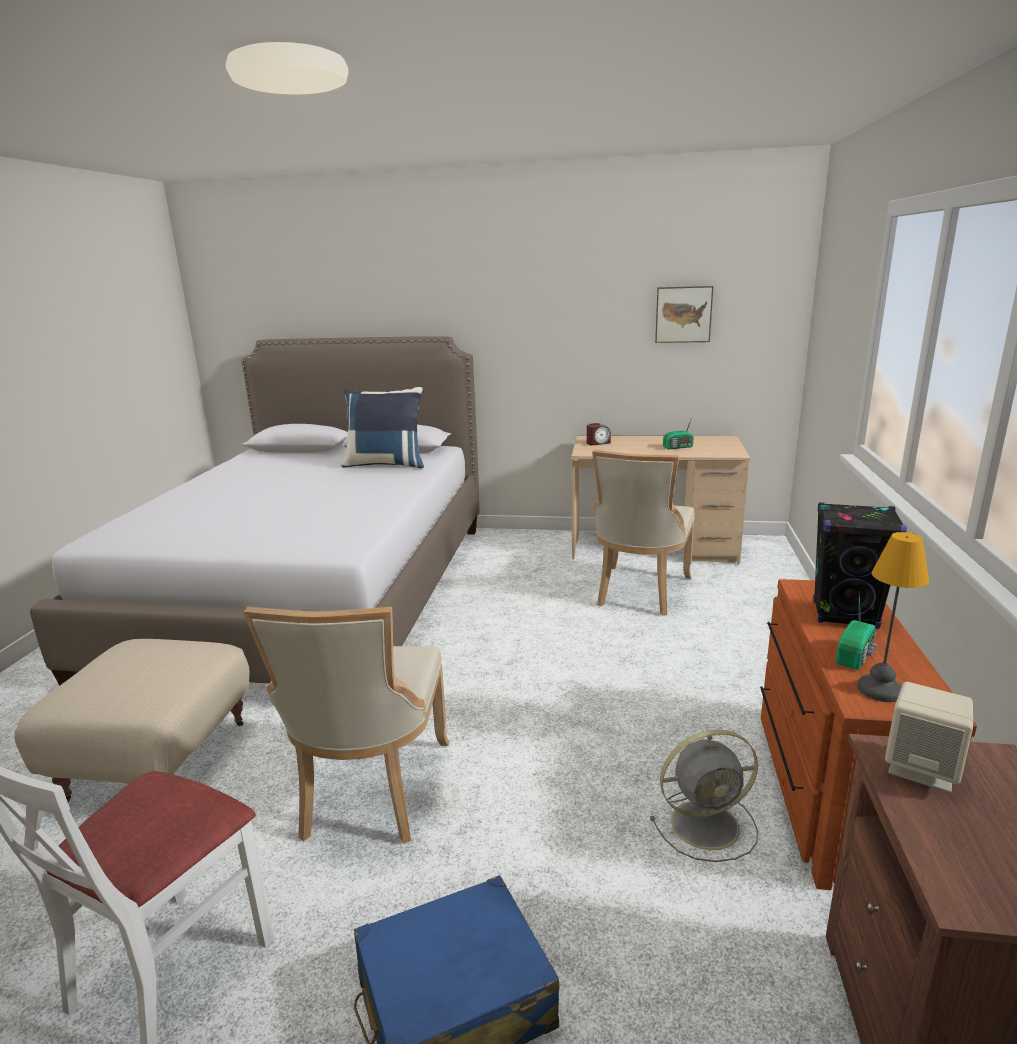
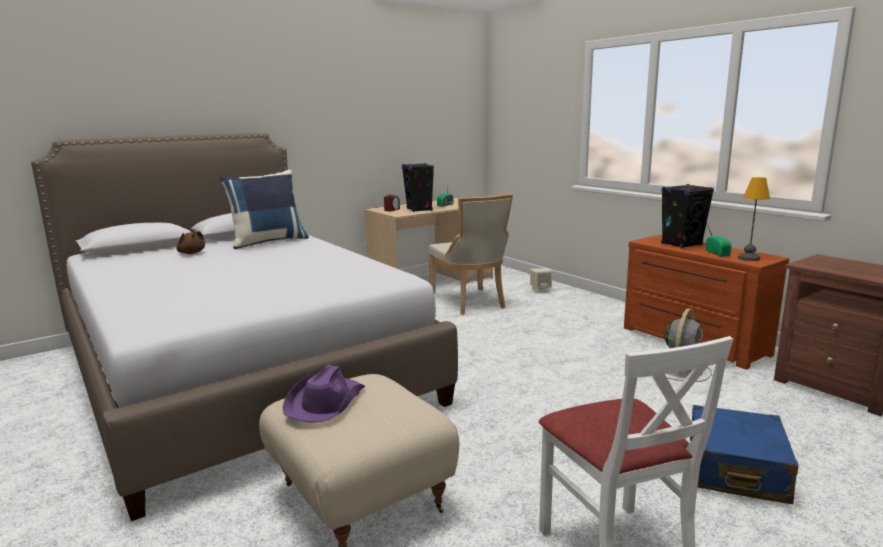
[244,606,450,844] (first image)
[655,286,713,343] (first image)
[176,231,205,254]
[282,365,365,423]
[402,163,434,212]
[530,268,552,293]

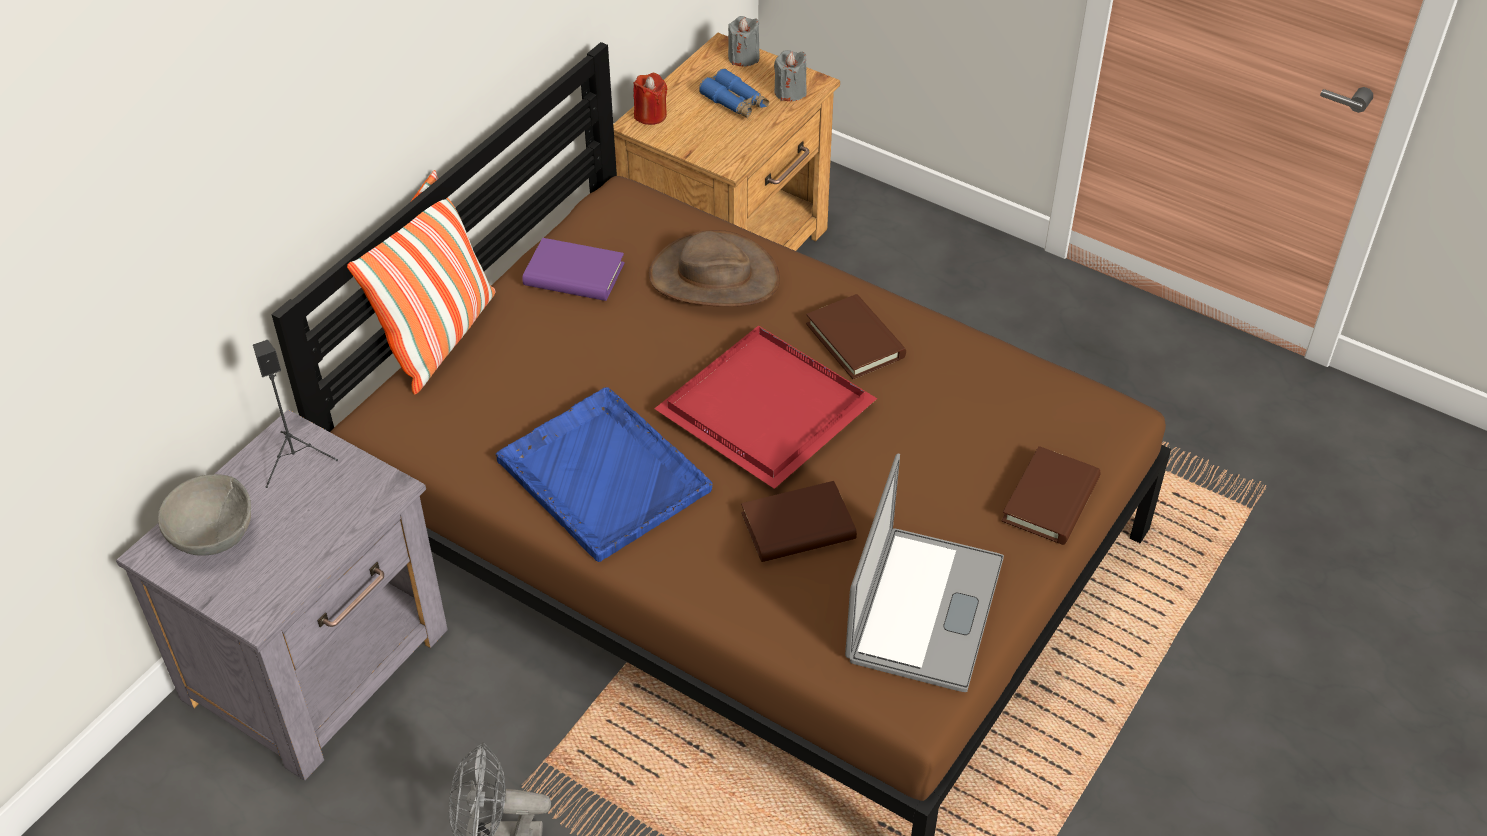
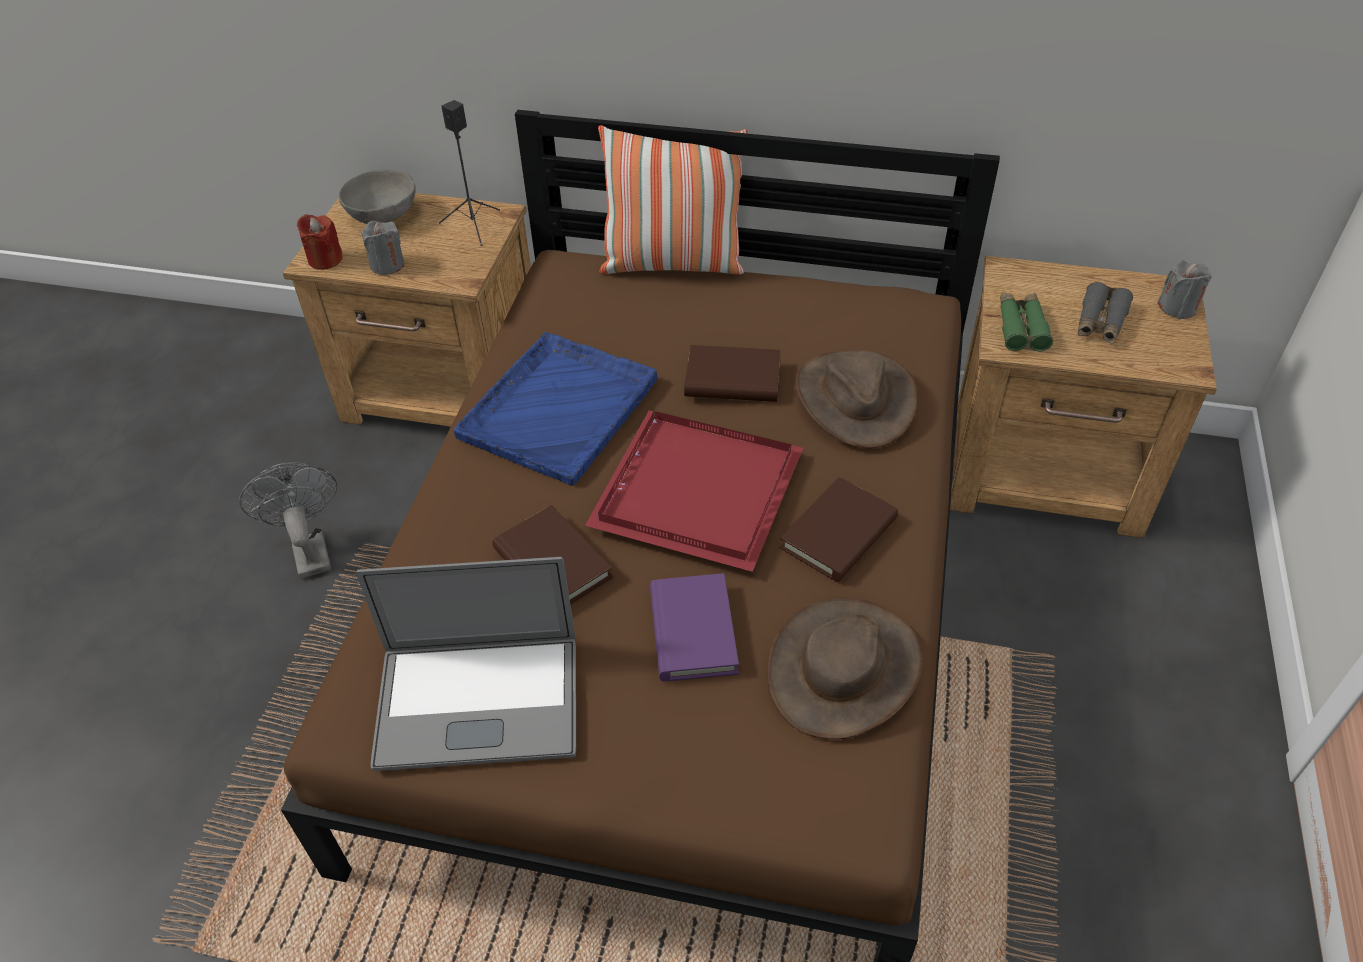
[767,598,923,739]
[1000,292,1053,351]
[650,573,739,682]
[297,214,342,270]
[361,221,404,276]
[684,345,781,402]
[283,193,531,427]
[1078,282,1133,344]

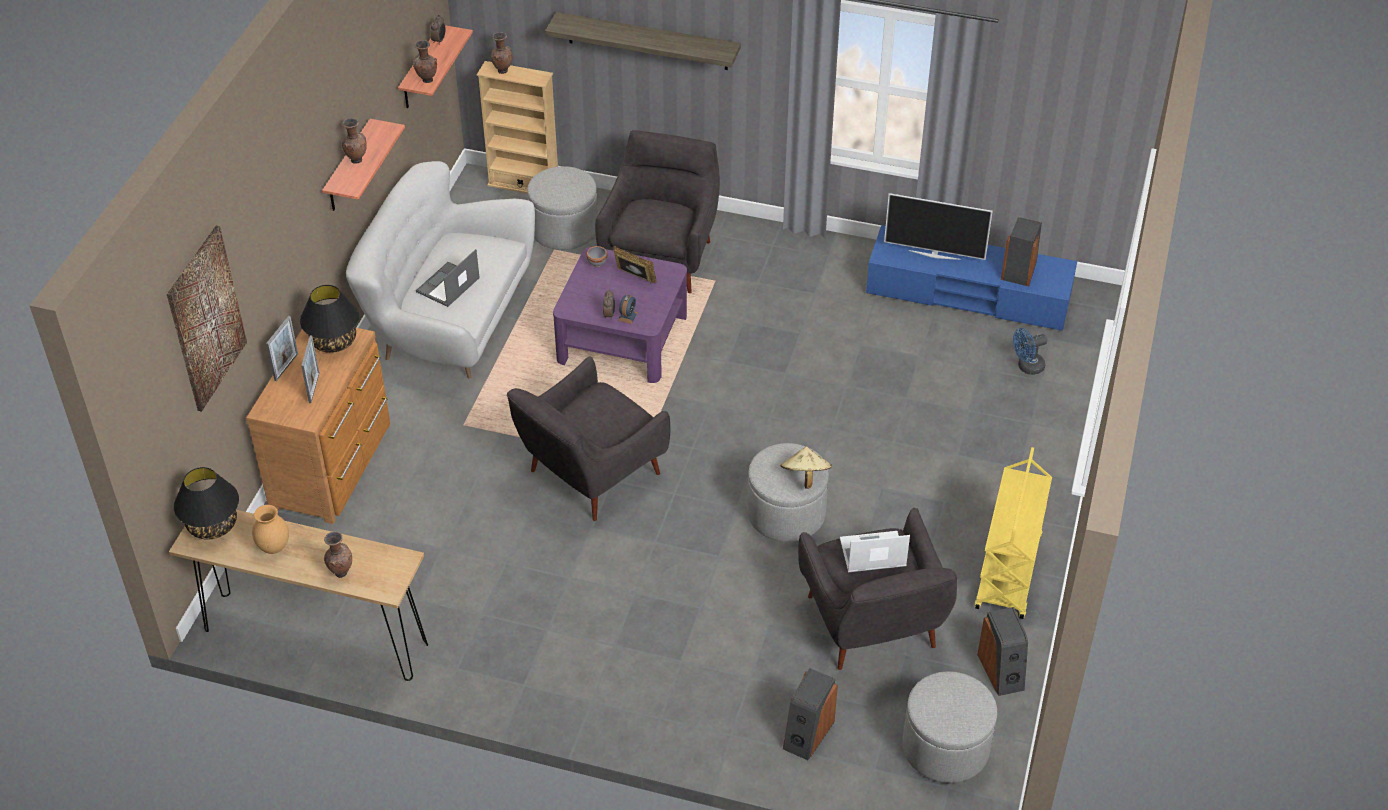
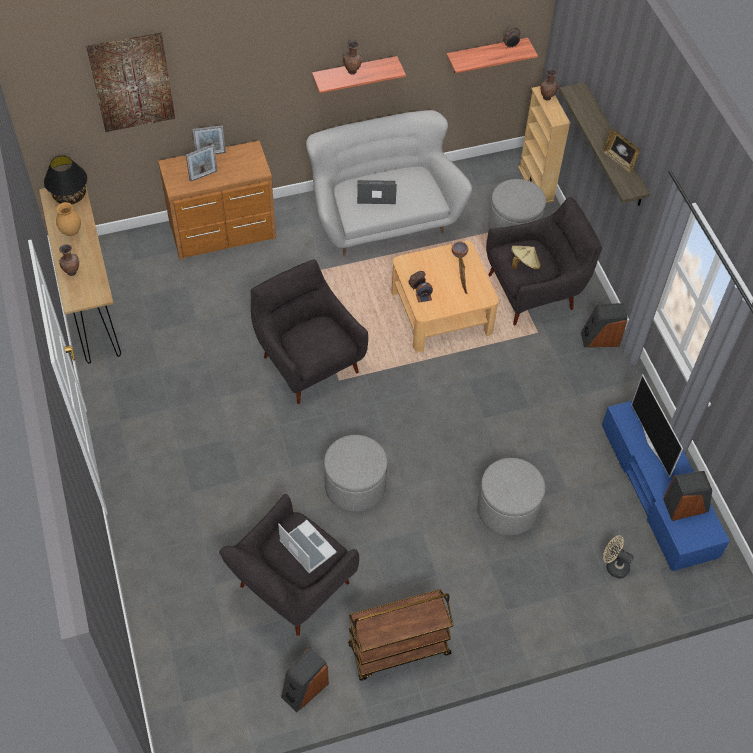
[300,285,359,353] (first image)
[413,40,437,83] (first image)
[603,129,639,174]
[511,245,541,270]
[581,303,628,347]
[477,458,545,536]
[392,241,498,352]
[348,589,454,681]
[603,535,634,579]
[250,259,368,404]

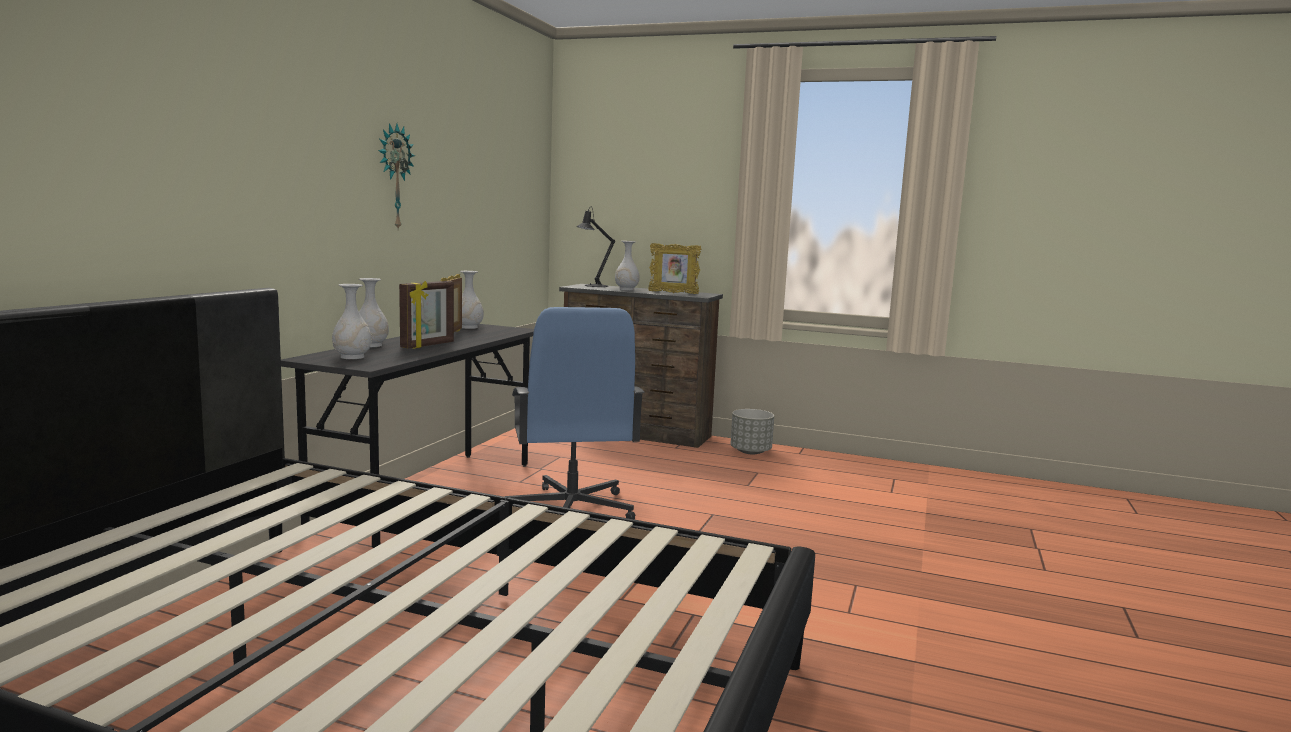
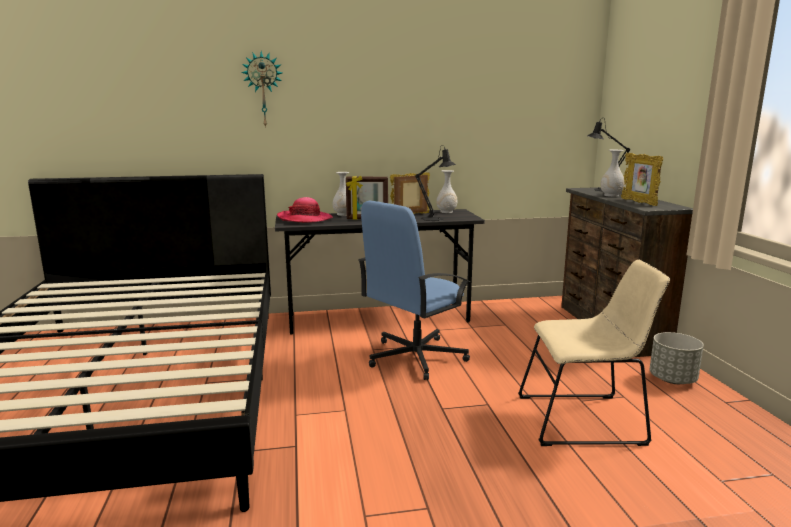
[415,145,456,221]
[518,260,670,446]
[241,51,282,128]
[277,197,333,223]

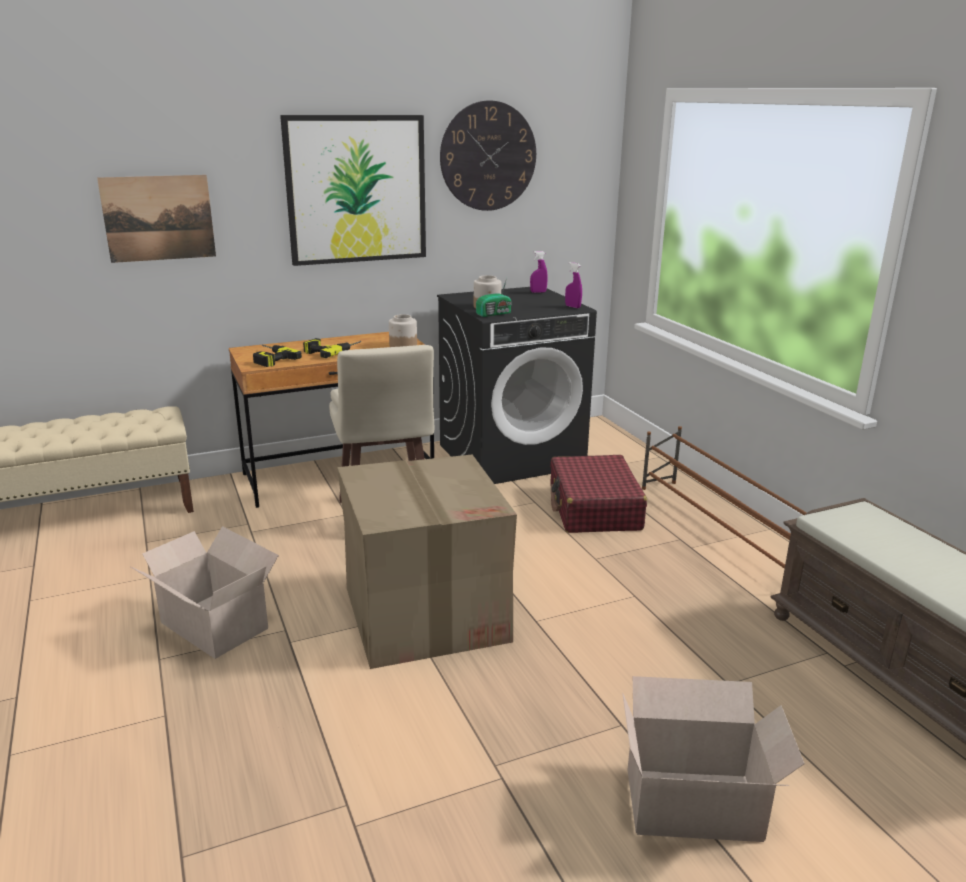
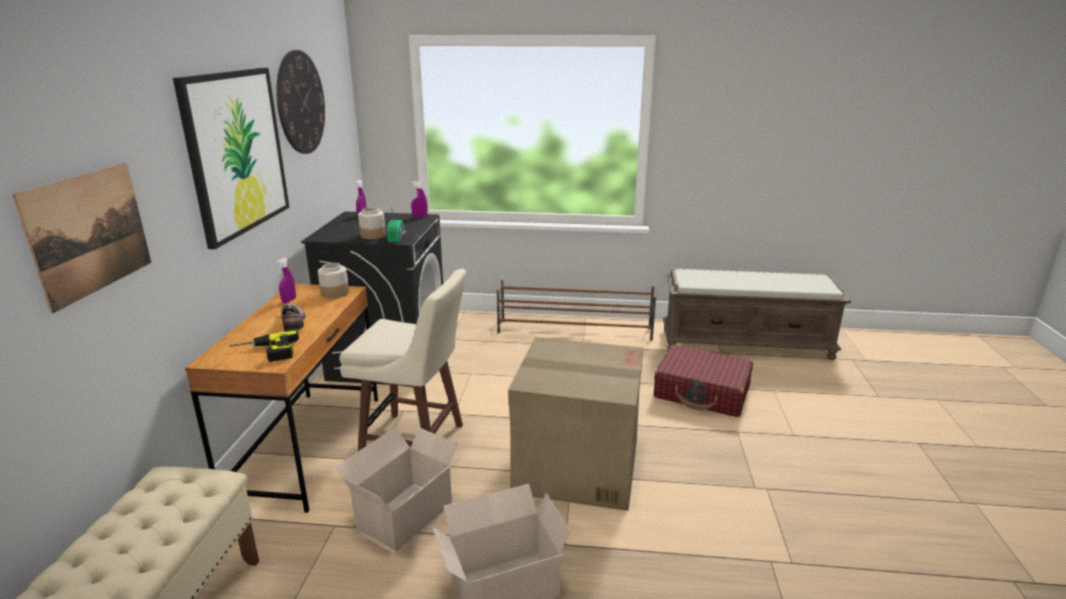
[277,258,296,303]
[654,345,753,417]
[335,427,463,551]
[281,304,305,332]

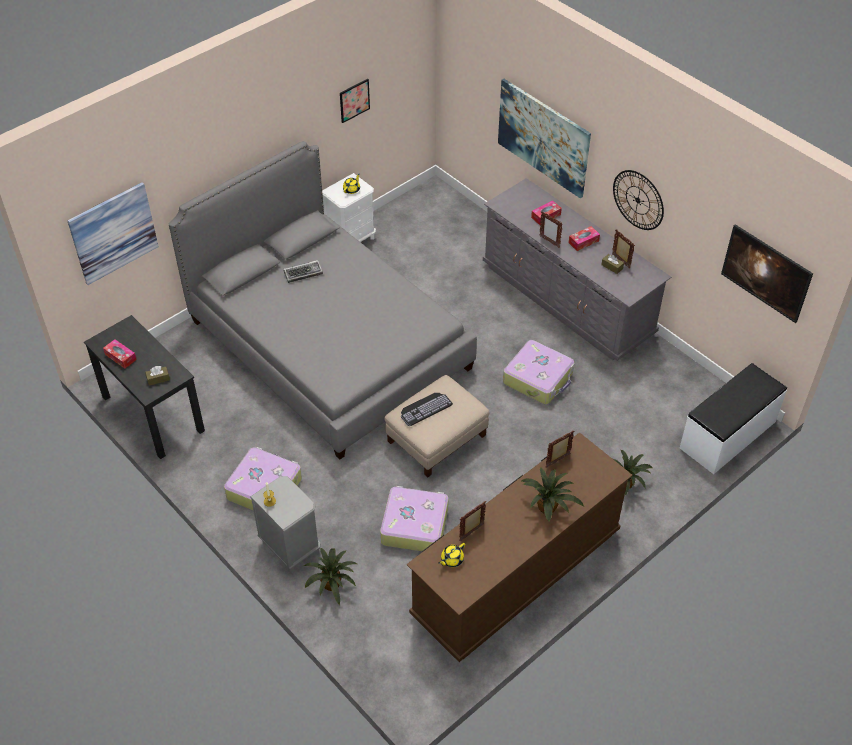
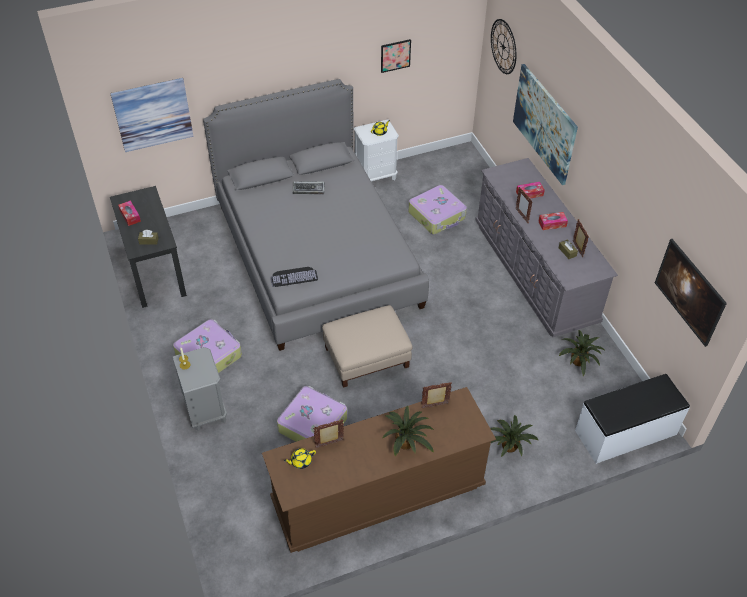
[559,330,604,376]
[271,267,318,287]
[408,185,467,234]
[491,19,516,74]

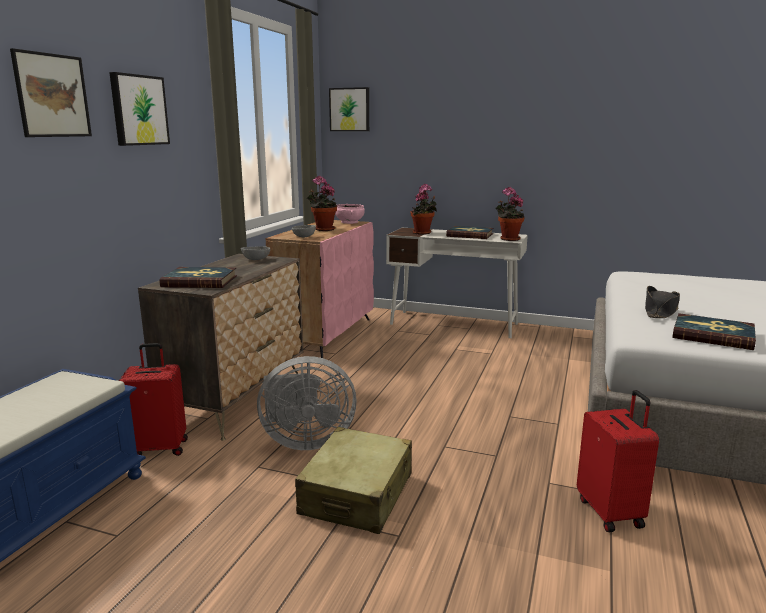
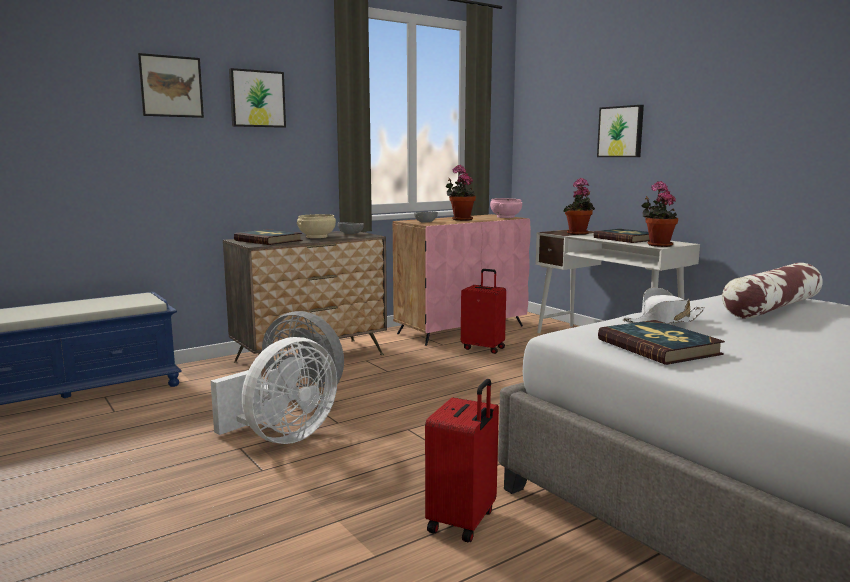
[297,214,336,238]
[722,263,823,319]
[461,269,506,354]
[597,105,644,157]
[211,337,337,444]
[623,287,705,324]

